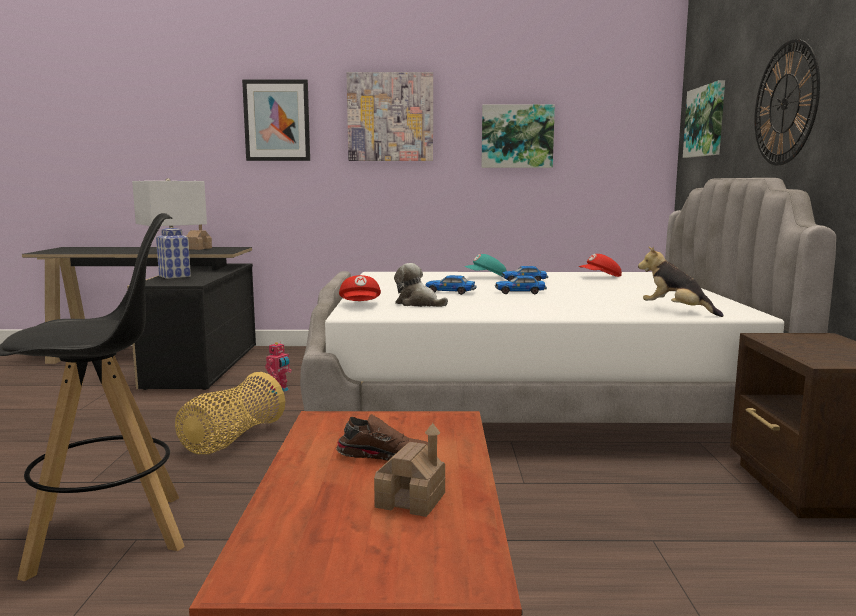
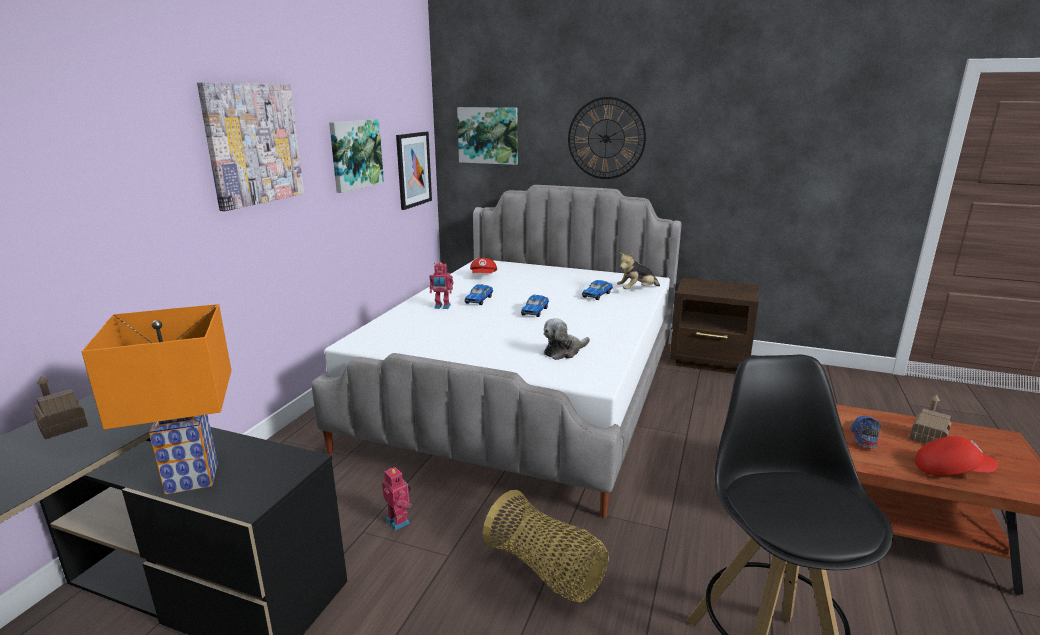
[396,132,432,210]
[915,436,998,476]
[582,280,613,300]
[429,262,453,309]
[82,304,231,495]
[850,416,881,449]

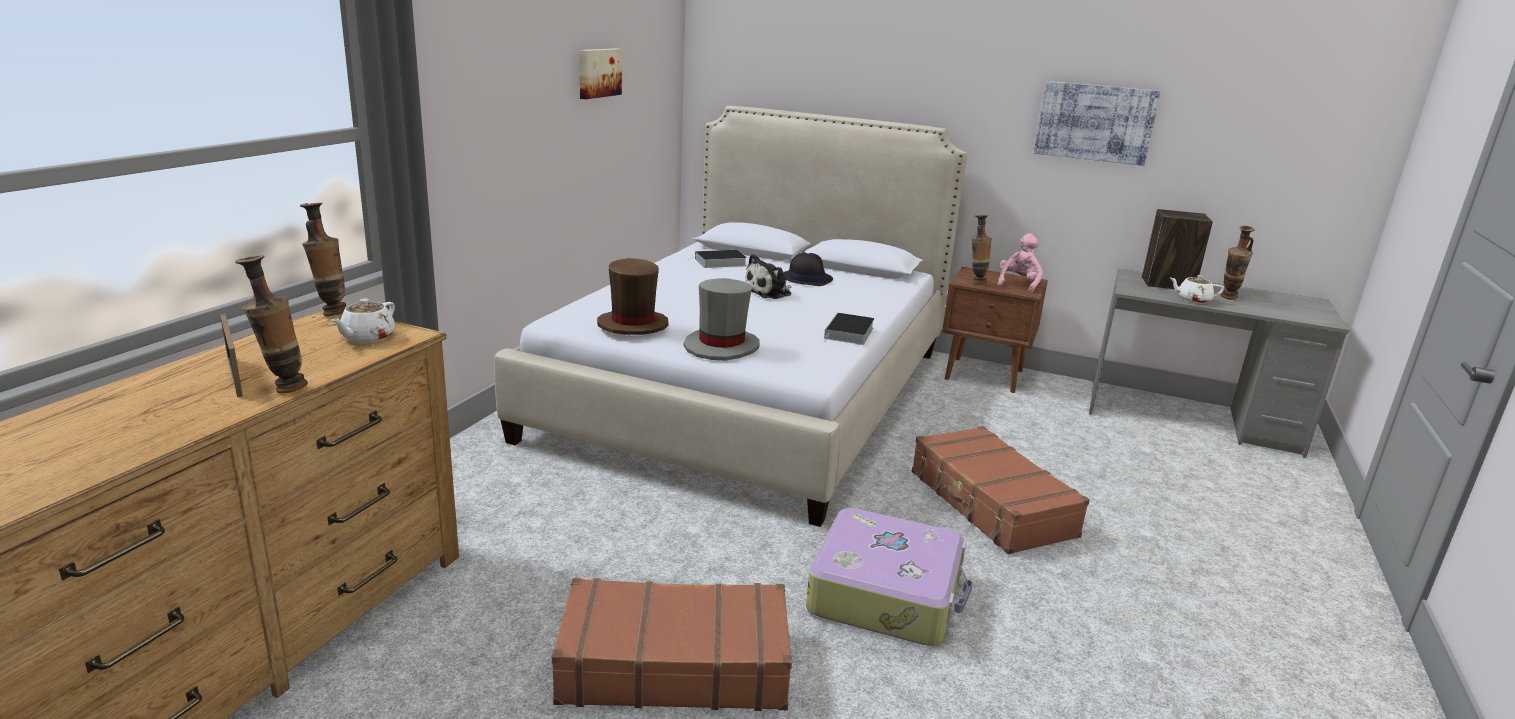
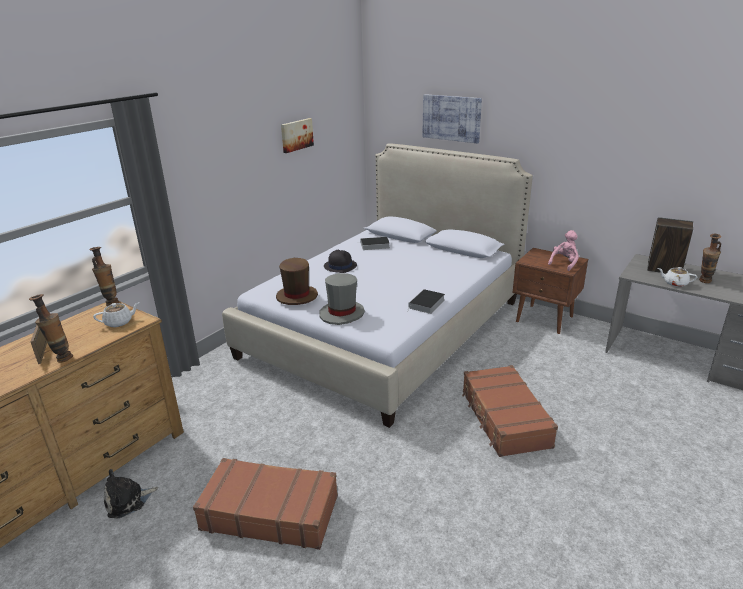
[806,508,973,646] (first image)
[971,215,992,284] (first image)
[104,469,158,519]
[324,250,357,273]
[422,94,482,143]
[93,302,140,327]

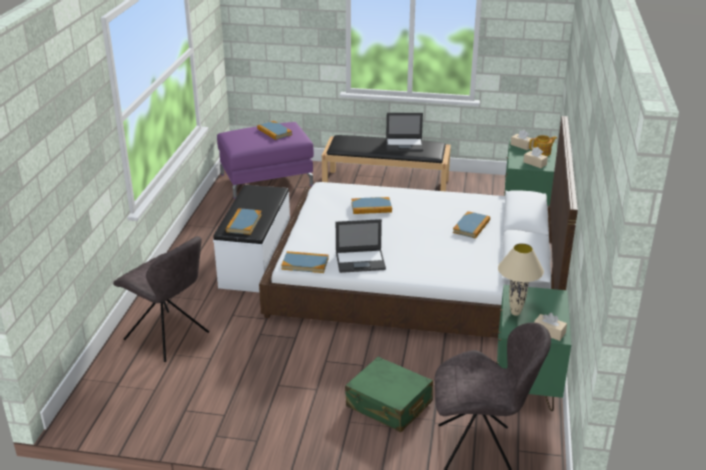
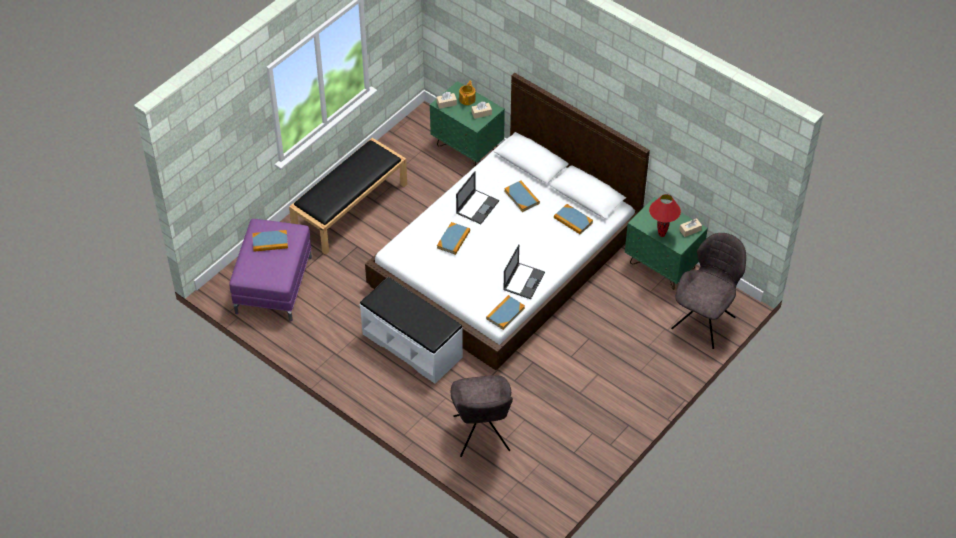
[345,357,433,432] (first image)
[554,204,593,235]
[456,171,499,224]
[649,194,681,237]
[451,375,513,457]

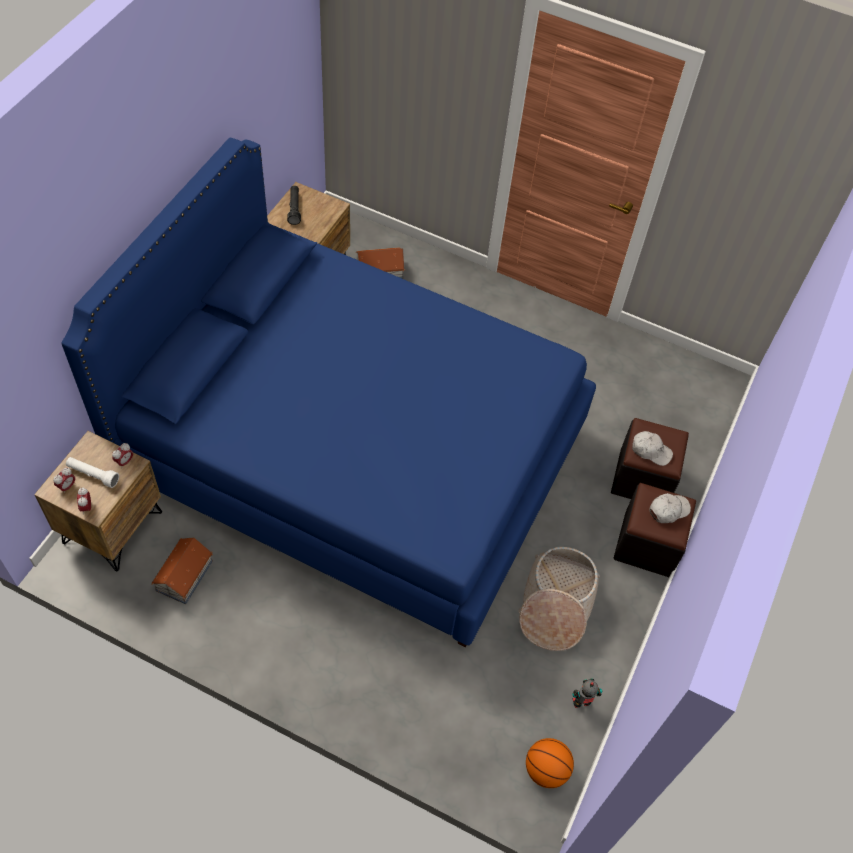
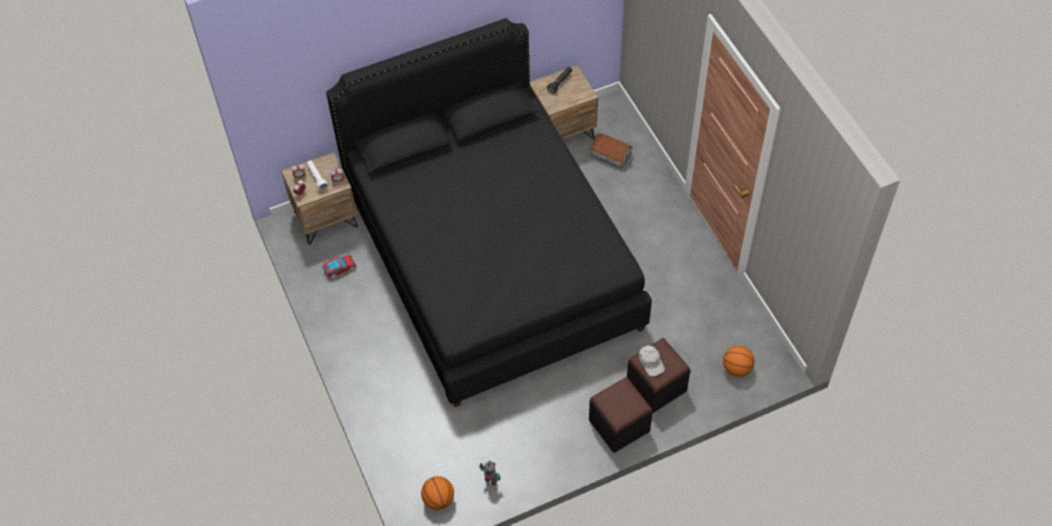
[518,547,600,651] (first image)
[649,493,691,523] (first image)
[723,346,755,377]
[323,255,356,278]
[326,18,652,407]

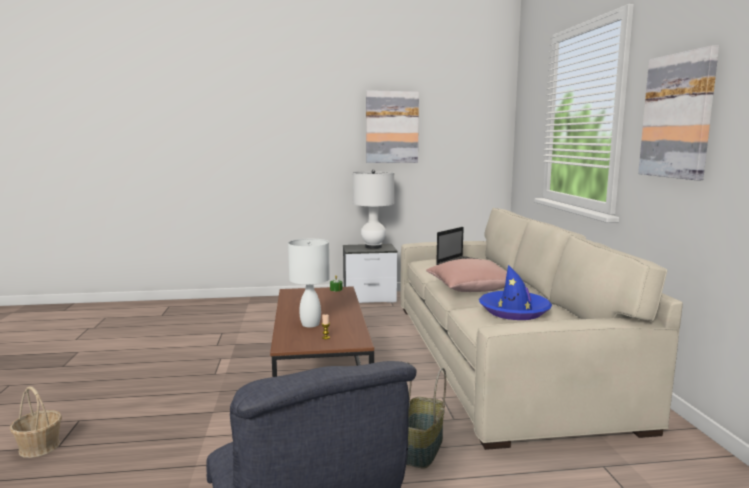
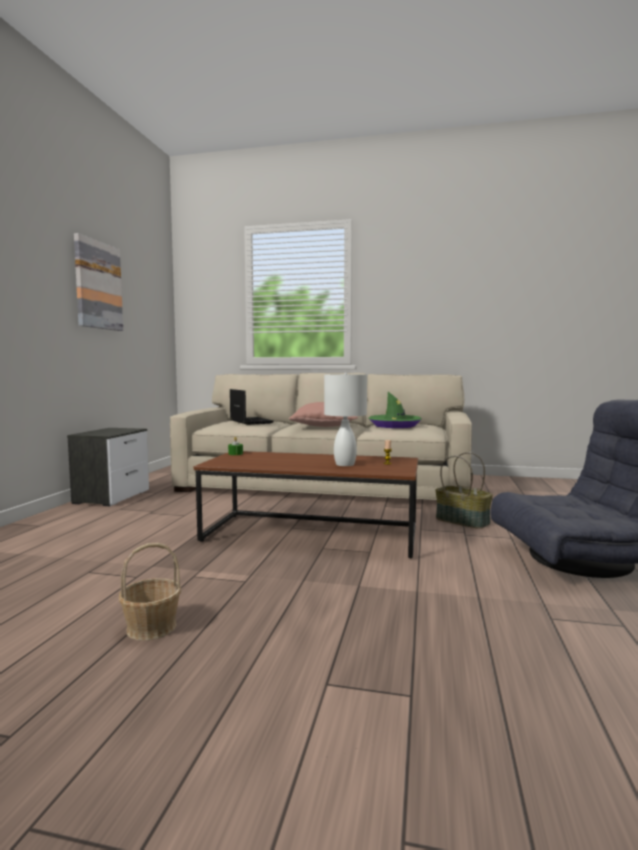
[353,170,394,249] (first image)
[638,45,719,180] (first image)
[119,543,181,641]
[368,392,422,428]

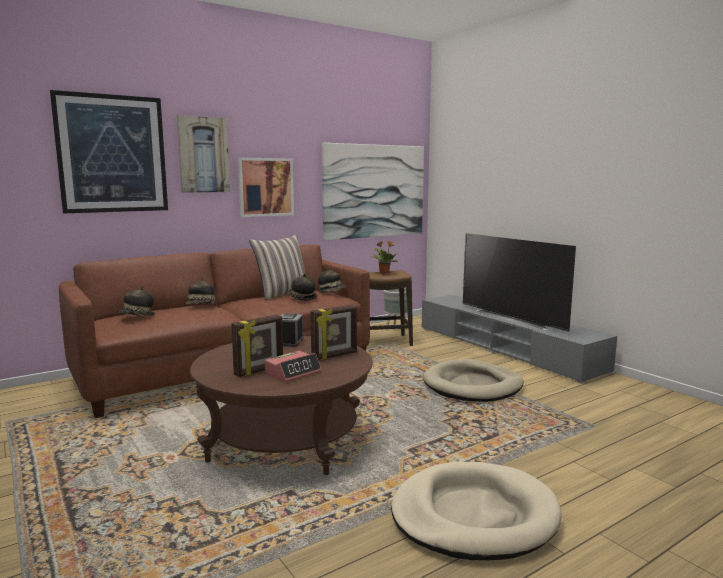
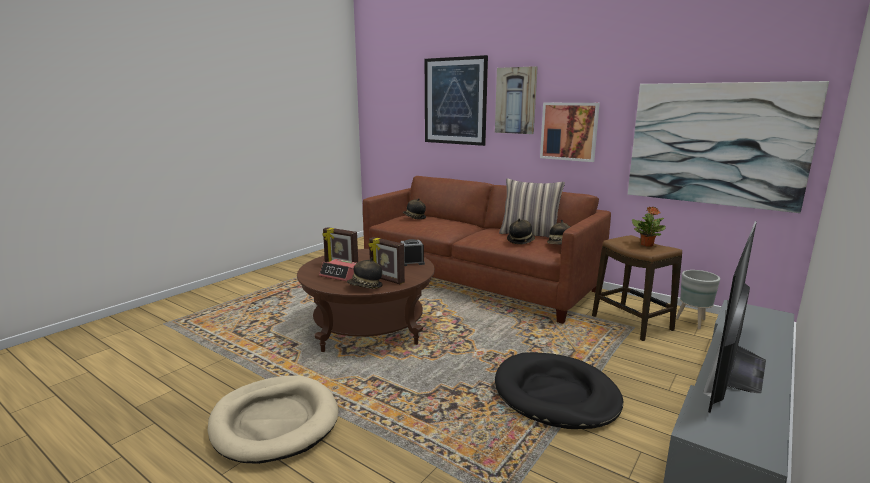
[347,257,383,289]
[495,352,623,429]

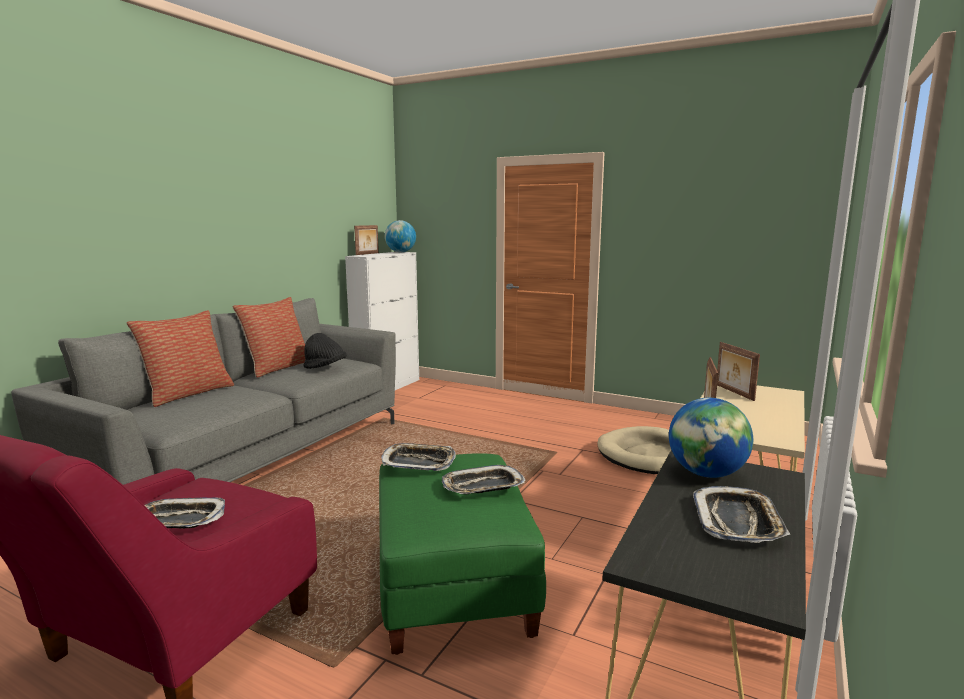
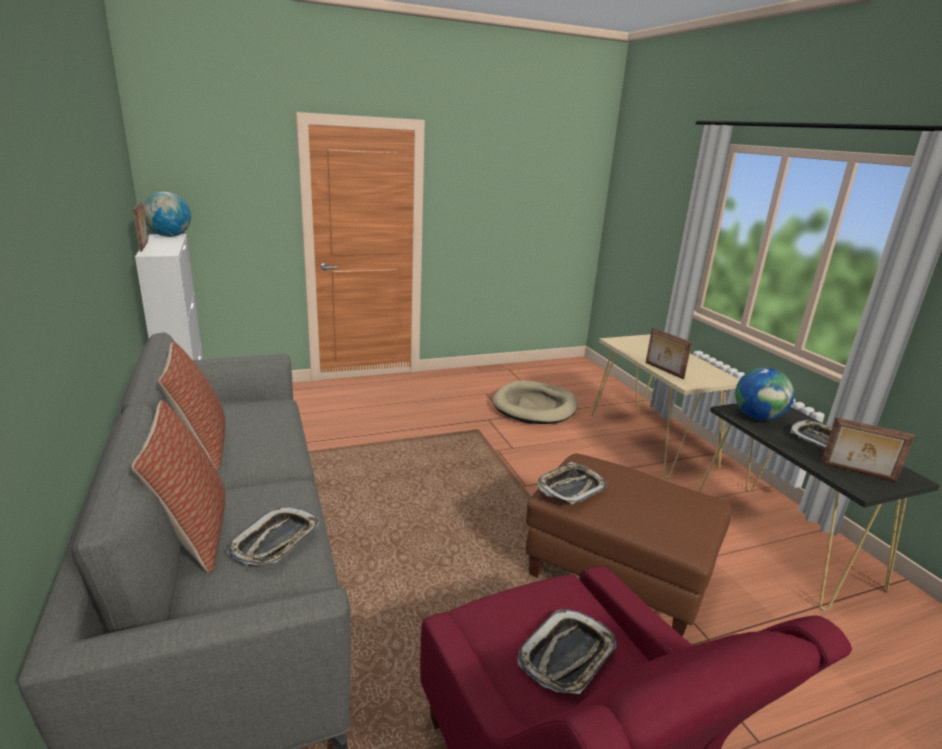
[303,333,347,369] (first image)
[227,507,319,565]
[820,417,915,483]
[526,454,732,637]

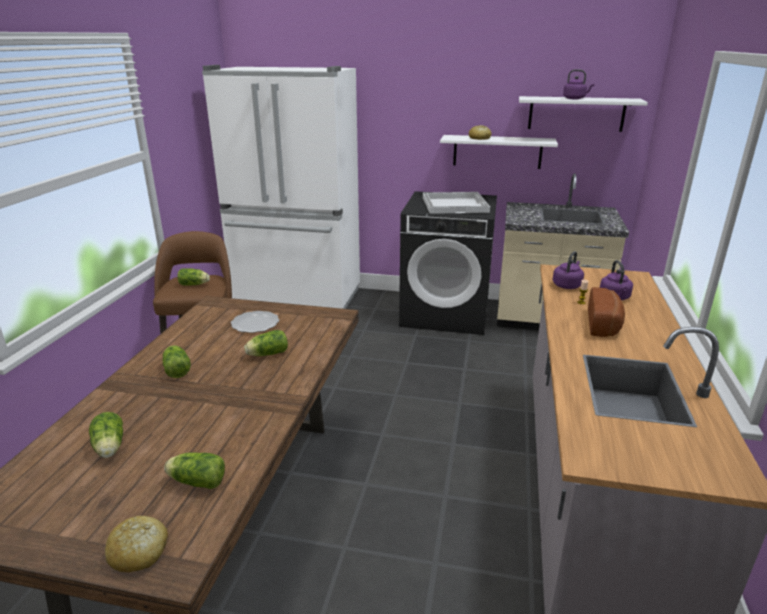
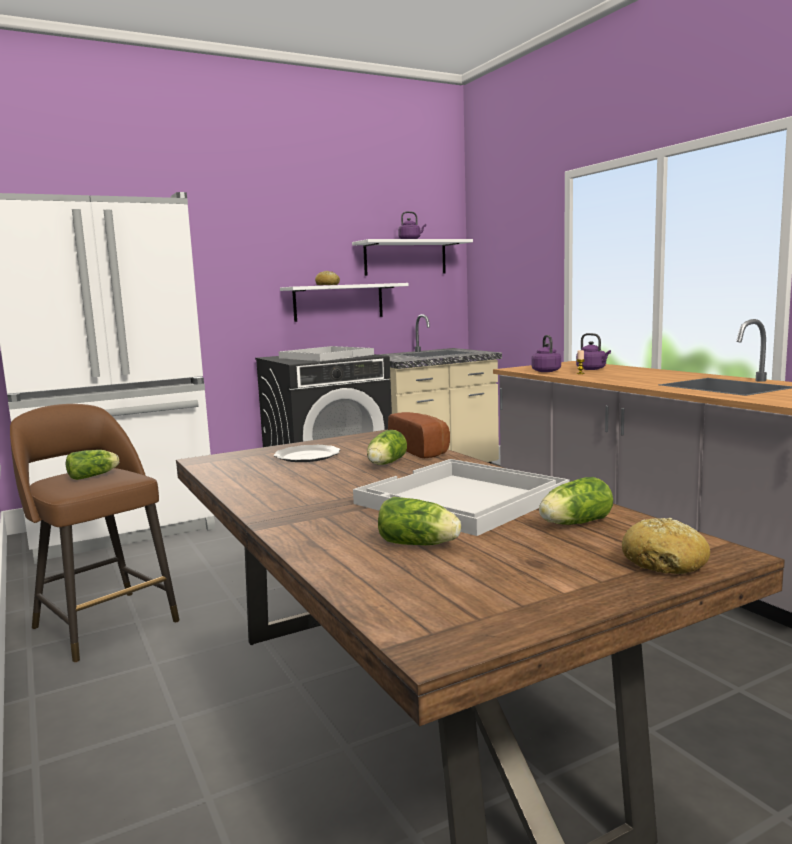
[163,345,191,378] (first image)
[353,459,569,536]
[388,412,450,458]

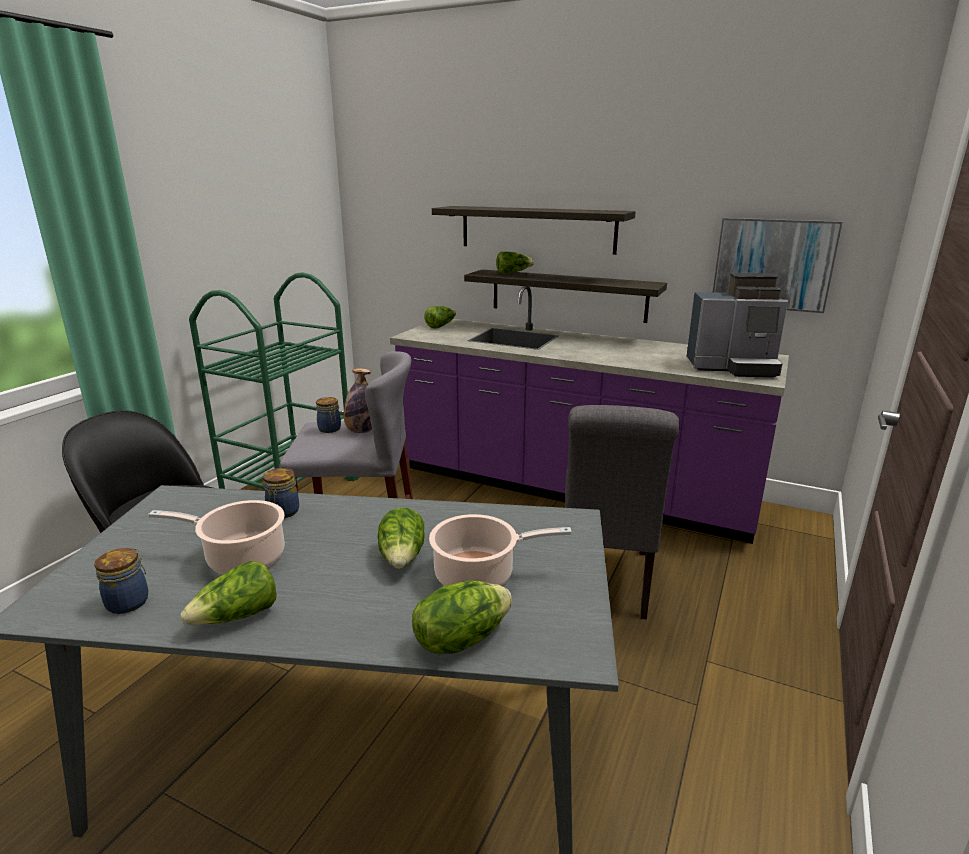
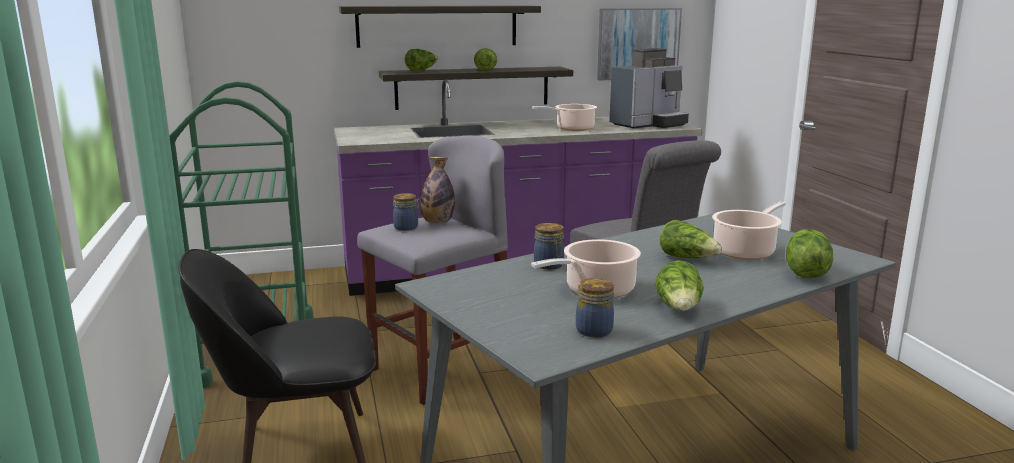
[532,104,597,131]
[474,48,497,71]

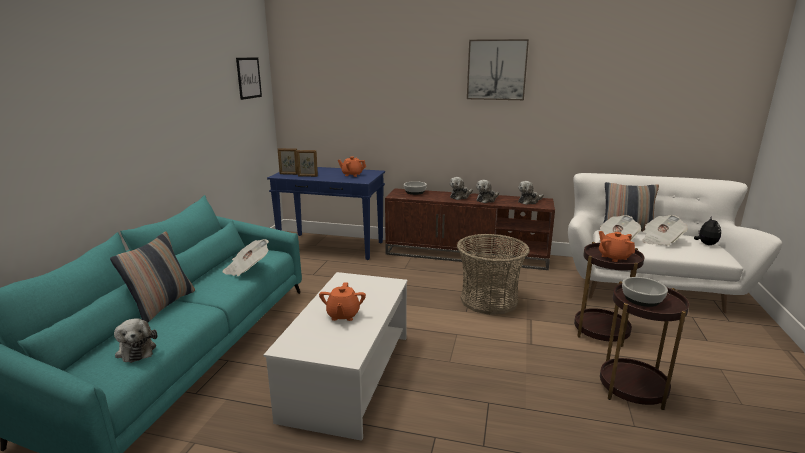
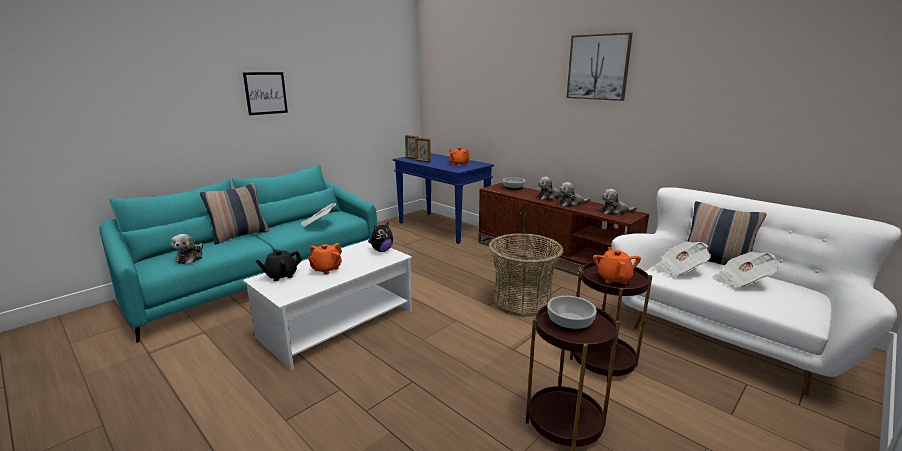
[256,249,302,281]
[243,72,288,115]
[368,222,393,252]

